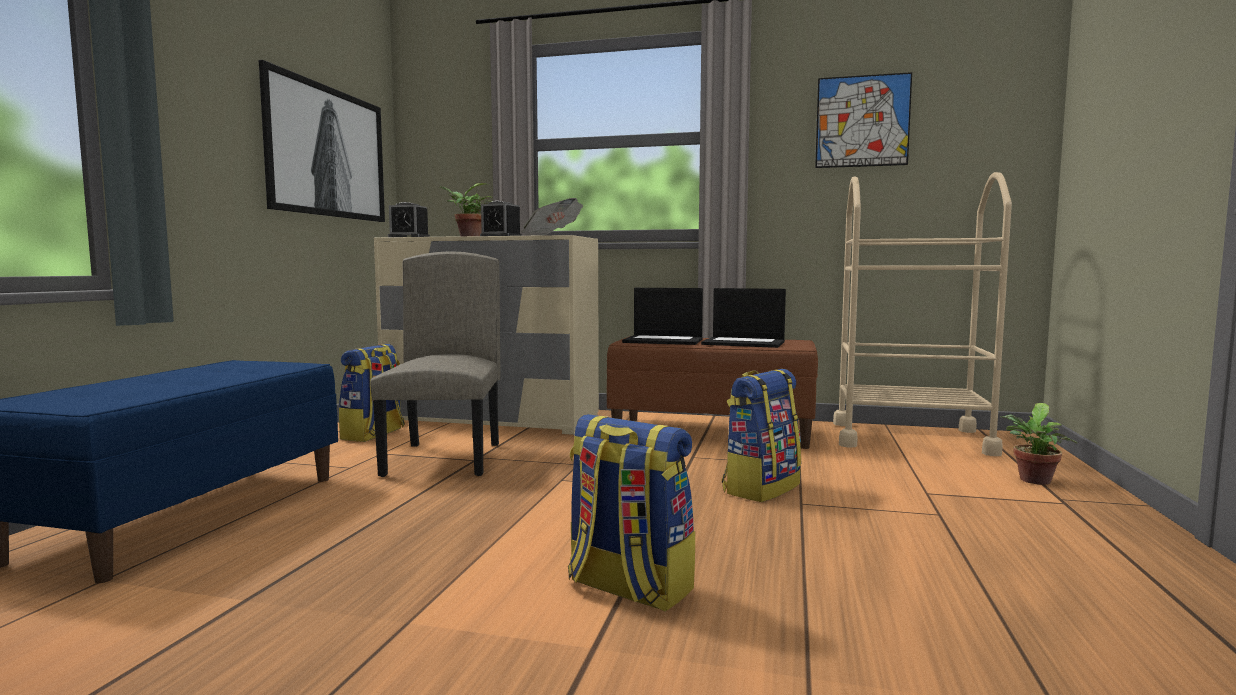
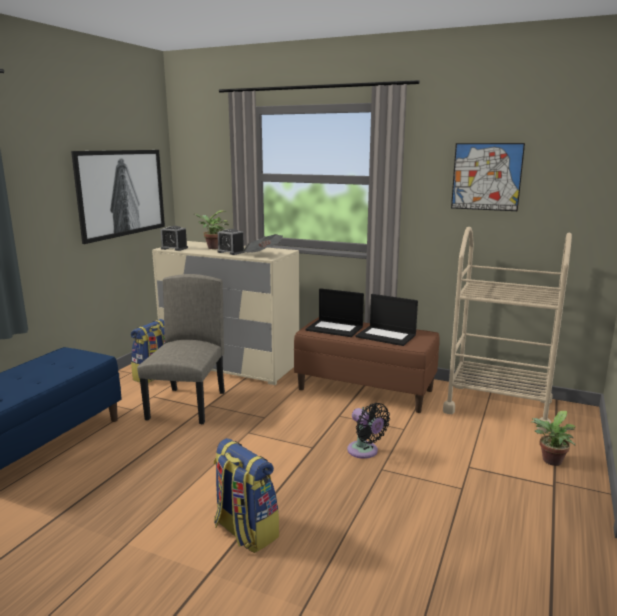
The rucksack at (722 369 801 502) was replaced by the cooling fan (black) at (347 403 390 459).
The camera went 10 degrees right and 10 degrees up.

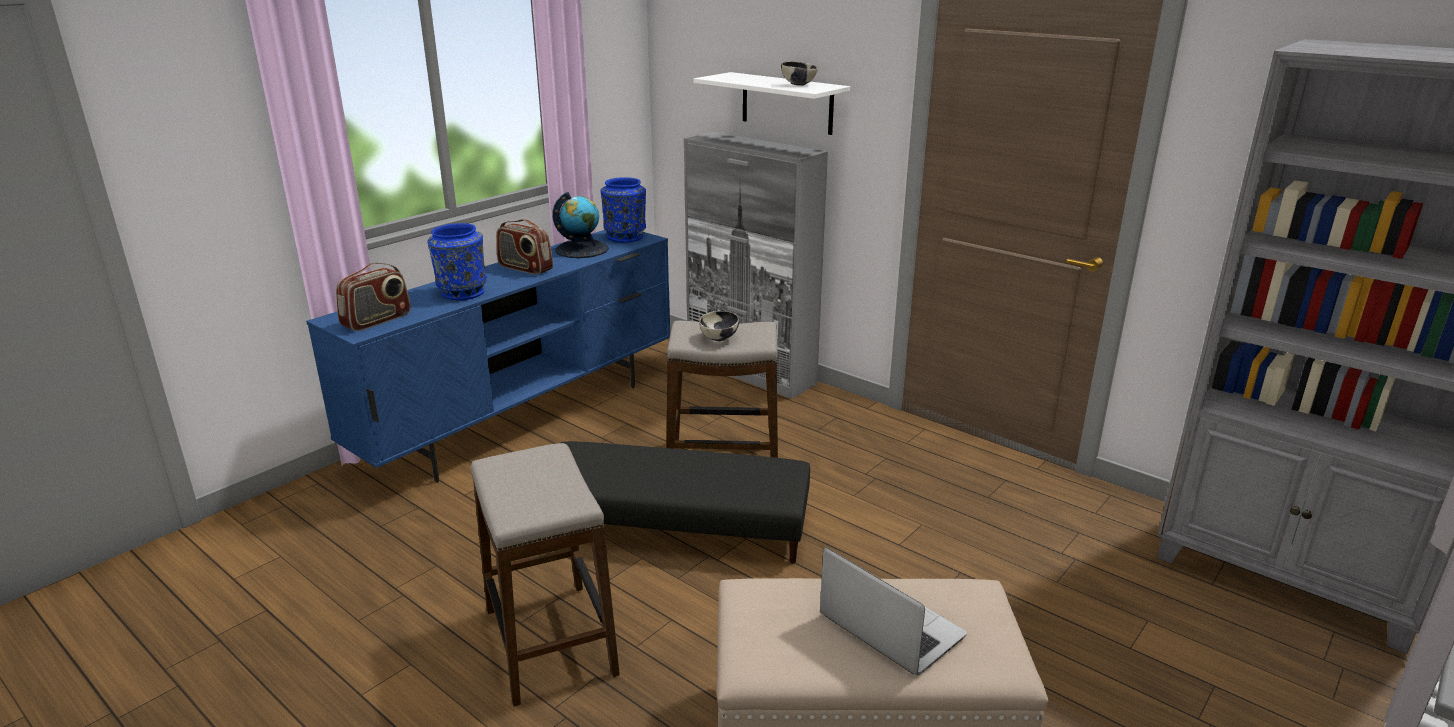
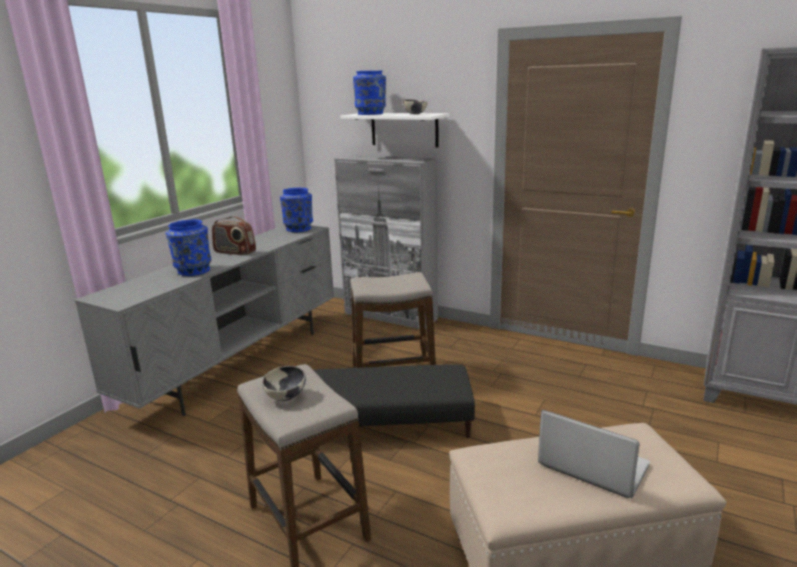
The tv unit (blue-coloured) at (306 230 670 483) became the tv unit (grey) at (74 225 334 416).
The radio set at (336 263 411 331) disappeared.
The world globe at (552 192 609 258) disappeared.
The serving bowl moved from (699 311 739 341) to (262 366 306 401).
The decorative vase (blue-coloured) at (353 70 386 115) appeared.
The camera went 10 degrees left and 5 degrees down.

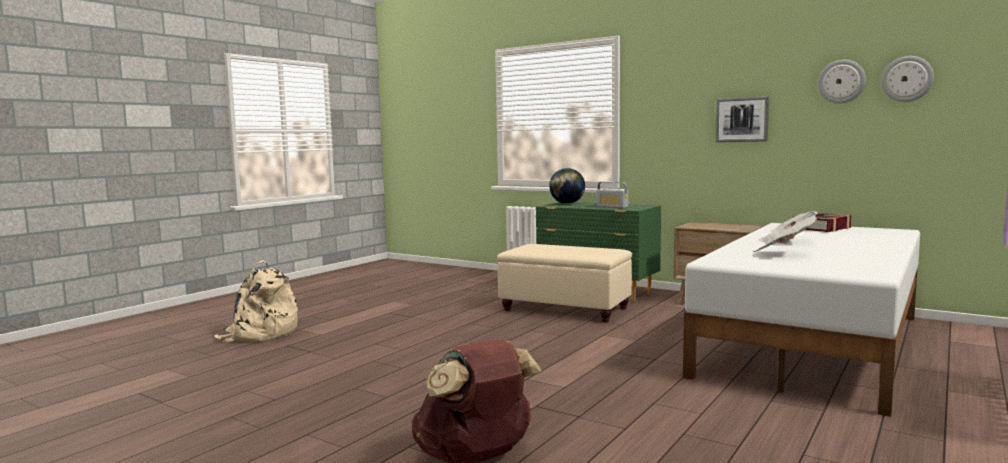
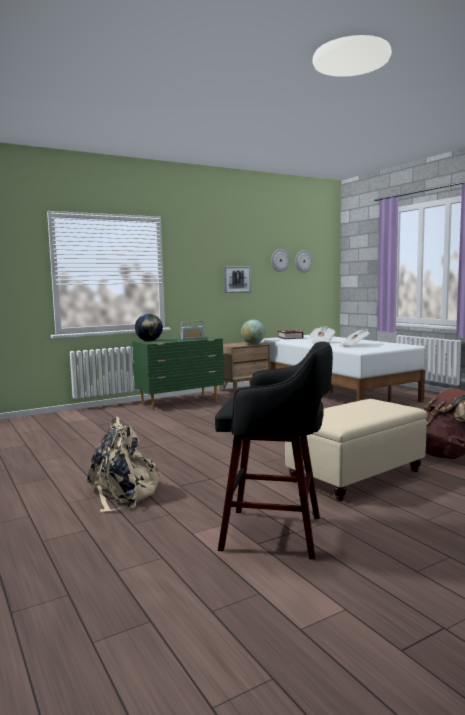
The ottoman (beige) moved from (497 244 632 323) to (285 399 428 501).
The stool (black) at (215 342 333 560) appeared.
The world globe at (241 320 265 344) appeared.
The camera went 65 degrees left and 0 degrees up.

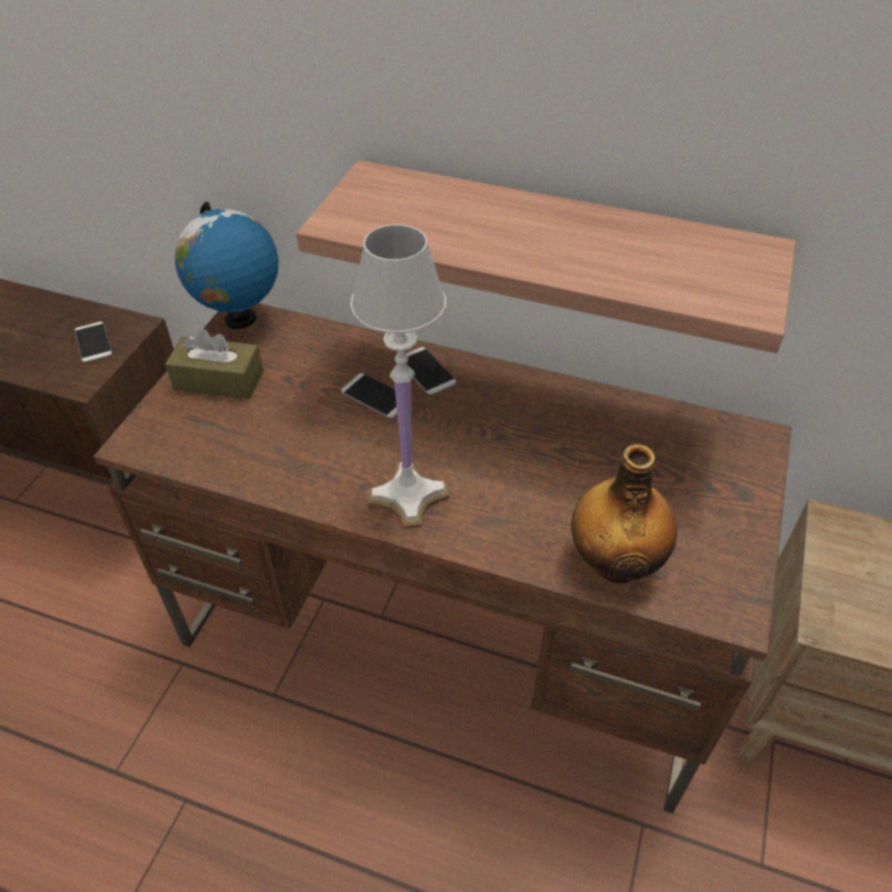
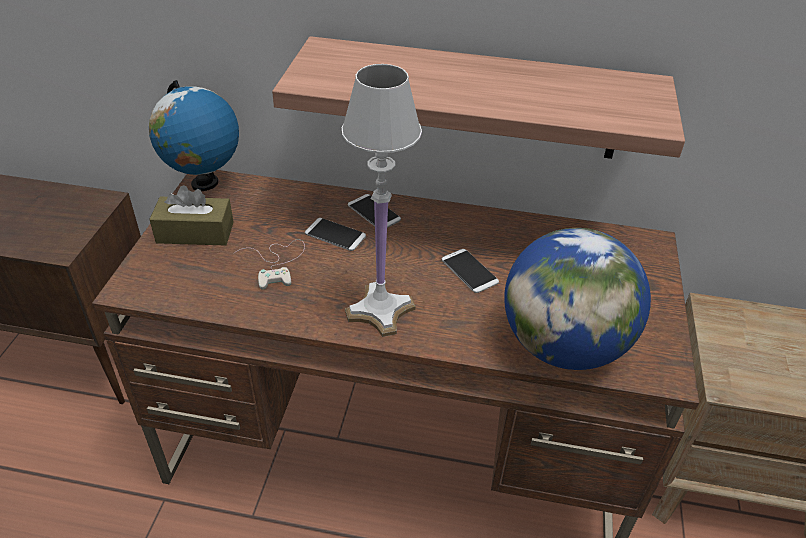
The telephone moved from (74 322 112 362) to (442 249 499 293).
The bottle at (571 444 677 583) was replaced by the world globe at (504 228 651 370).
The joypad (whitish) at (233 239 305 290) appeared.
The camera went 10 degrees left and 5 degrees down.

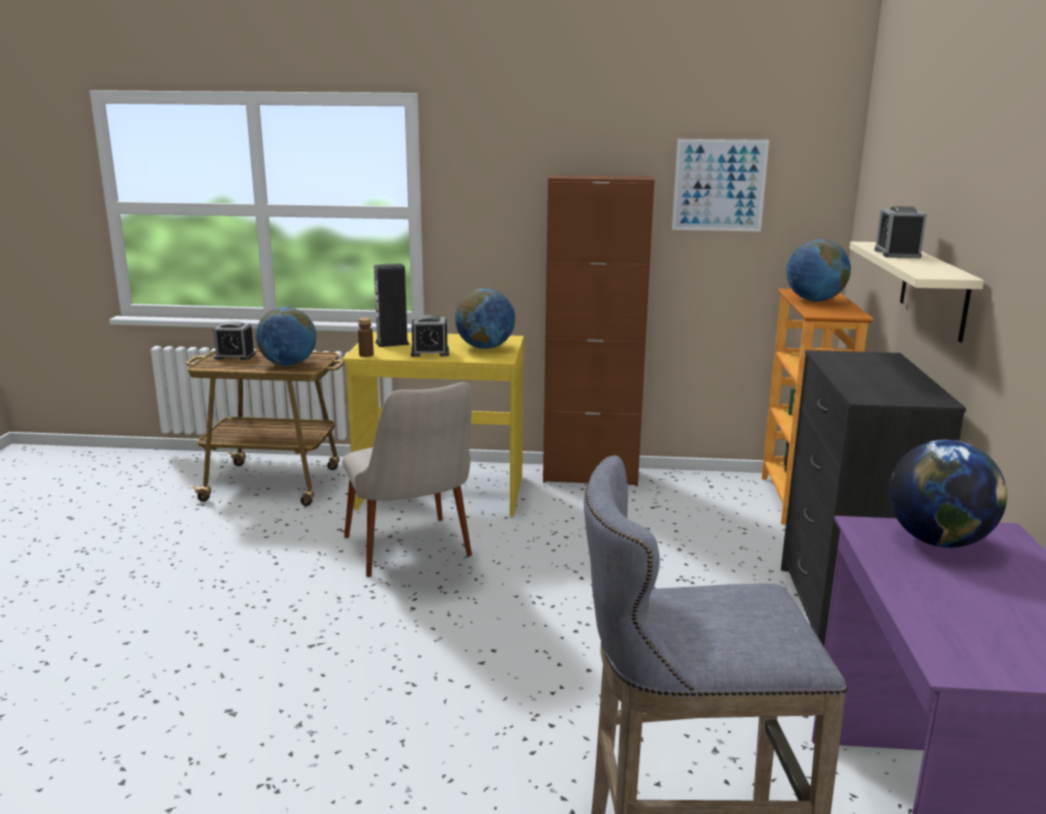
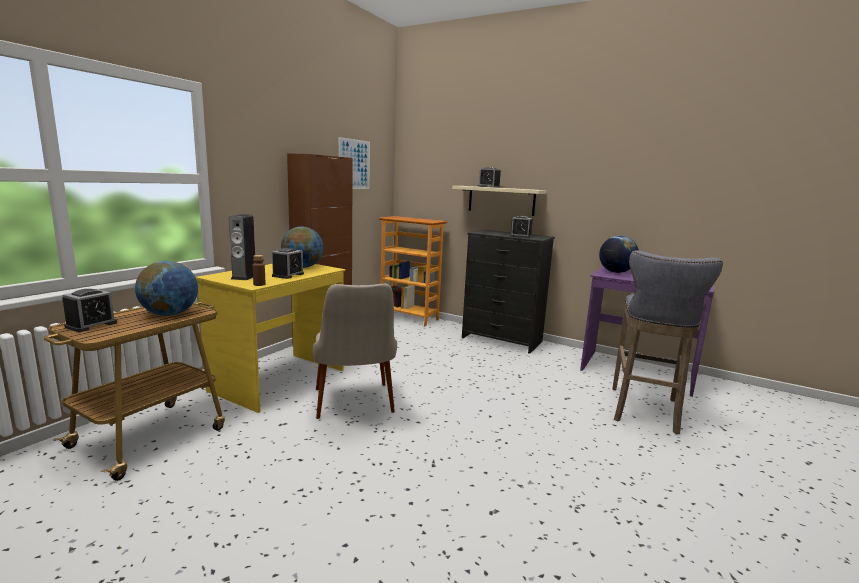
The upright chair (beige) at (342 382 472 577) turned 75 degrees clockwise.
The world globe at (786 239 851 302) disappeared.
The table clock at (509 216 533 238) appeared.
The camera went 65 degrees left and 5 degrees down.

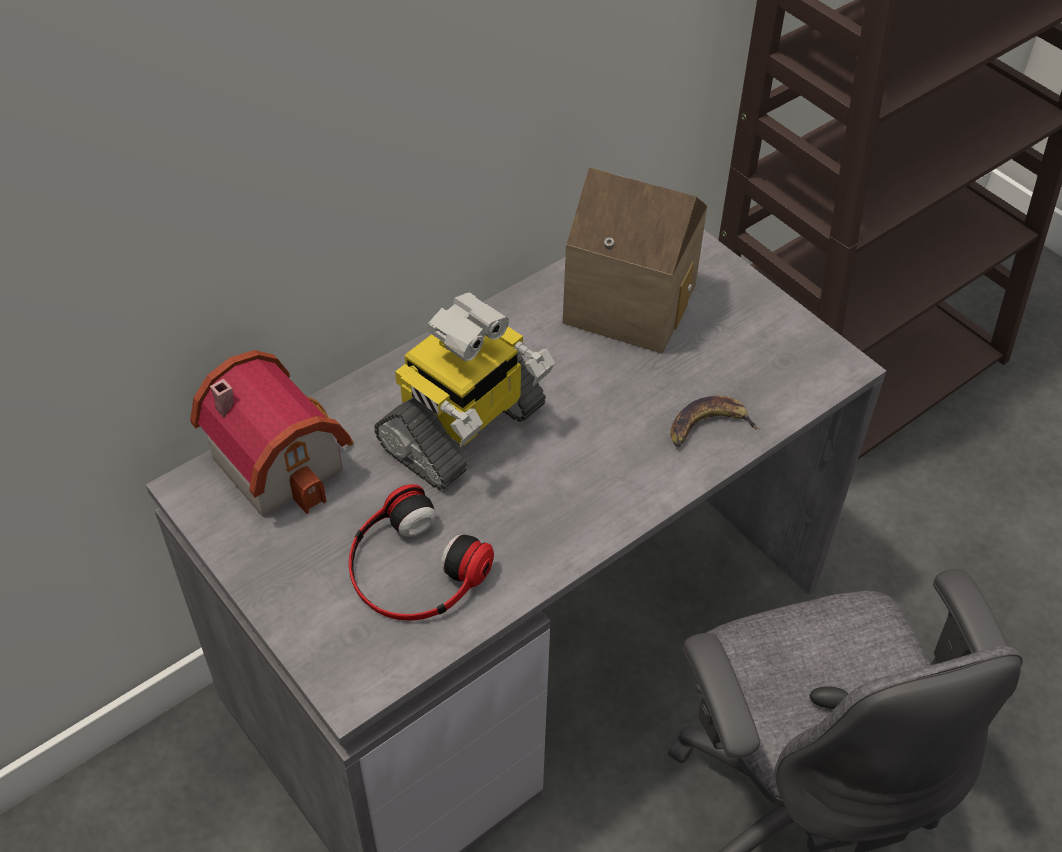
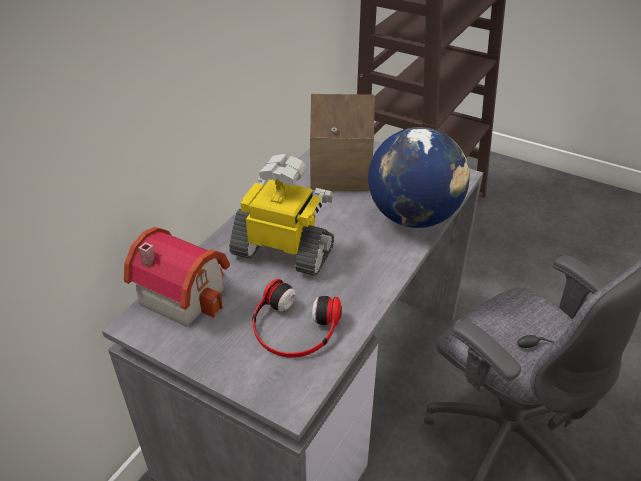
The model robot at (374 292 555 490) turned 90 degrees counterclockwise.
The banana at (670 396 760 447) was replaced by the world globe at (368 127 470 228).
The camera went 20 degrees left and 10 degrees down.

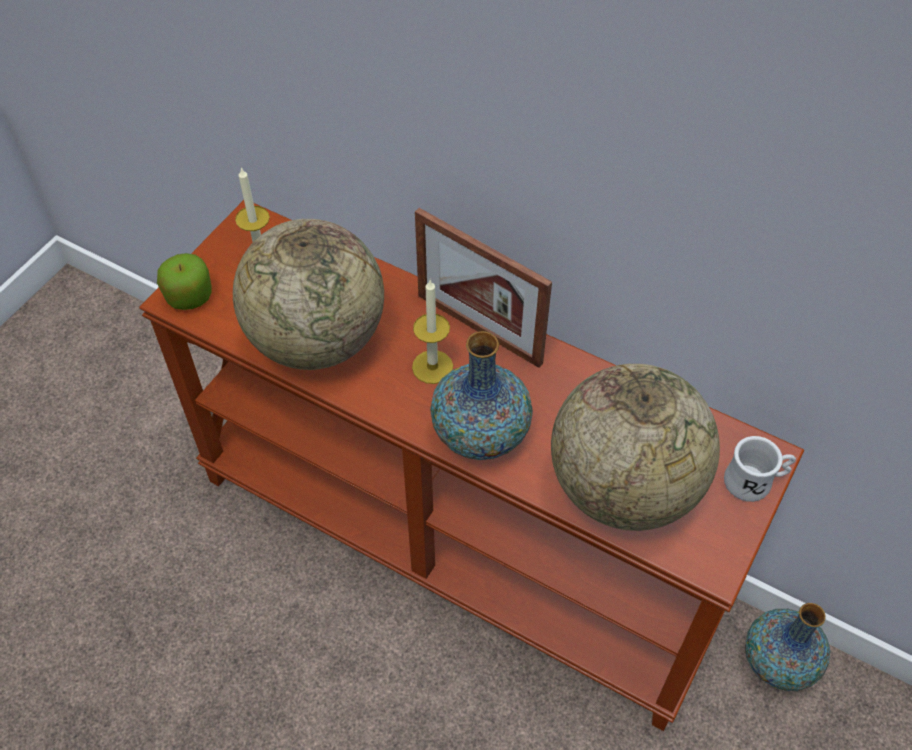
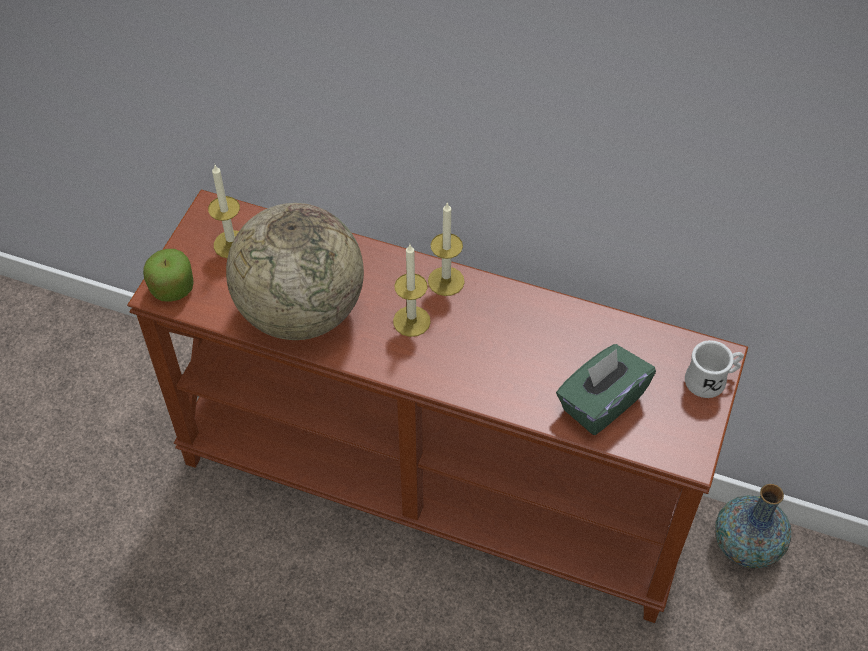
The picture frame at (415 208 552 368) was replaced by the wax candle at (428 202 465 296).
The decorative vase at (430 331 533 460) disappeared.
The world globe at (551 364 720 531) was replaced by the tissue holder (green-coloured) at (556 344 656 435).
The camera went 10 degrees left and 0 degrees up.

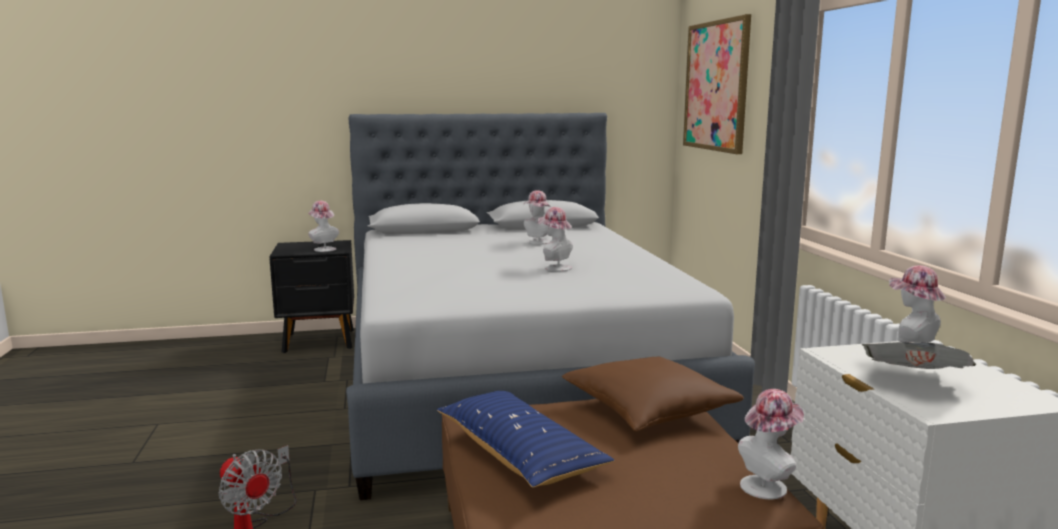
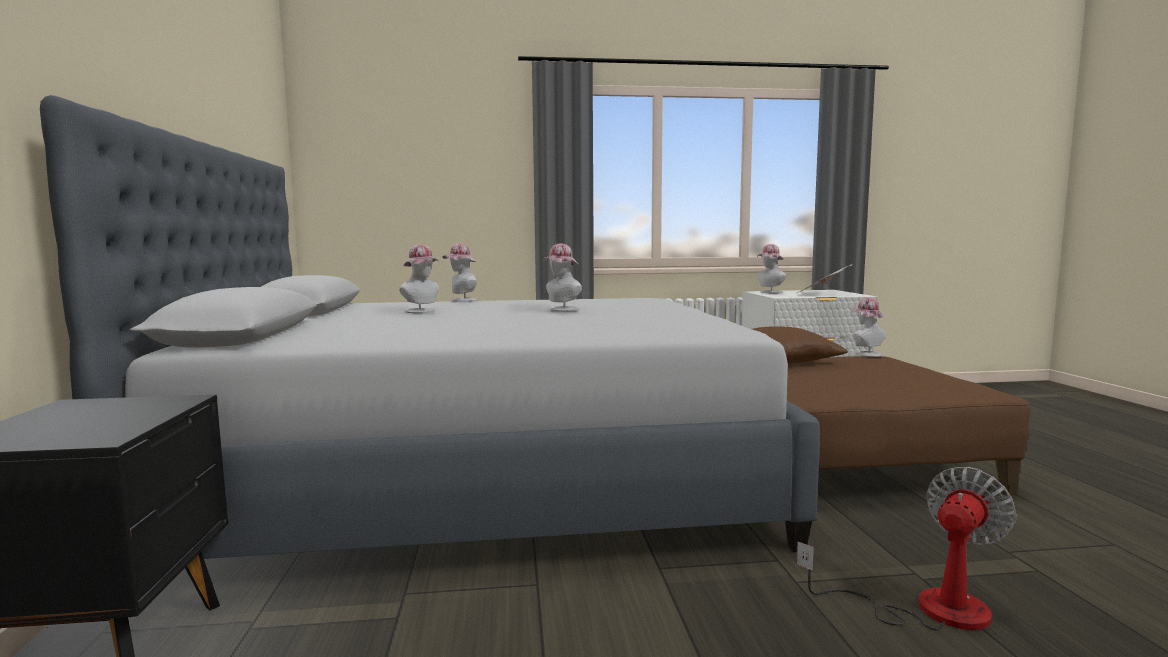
The wearable hat moved from (308 201 339 252) to (442 243 478 302).
The cushion (blue-coloured) at (437 391 614 488) disappeared.
The wall picture at (683 14 751 154) disappeared.
The camera went 85 degrees left and 5 degrees down.

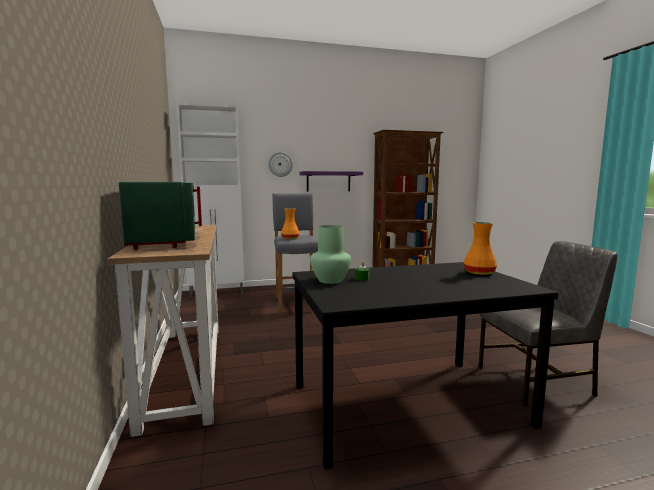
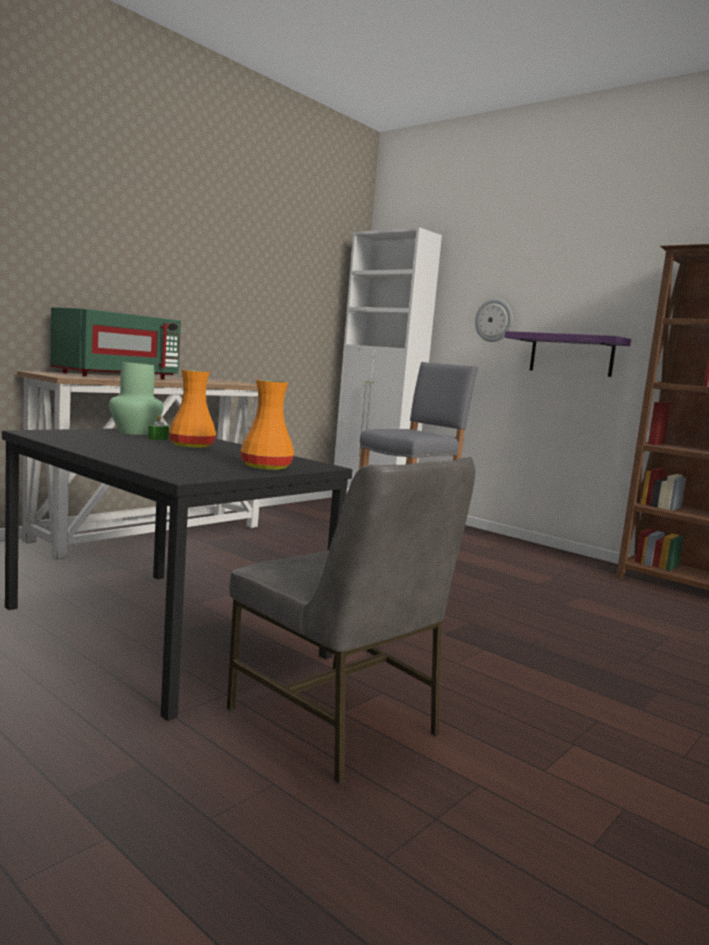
The decorative vase (orange) moved from (281 208 300 239) to (169 370 216 448).
The camera went 55 degrees right and 0 degrees up.

